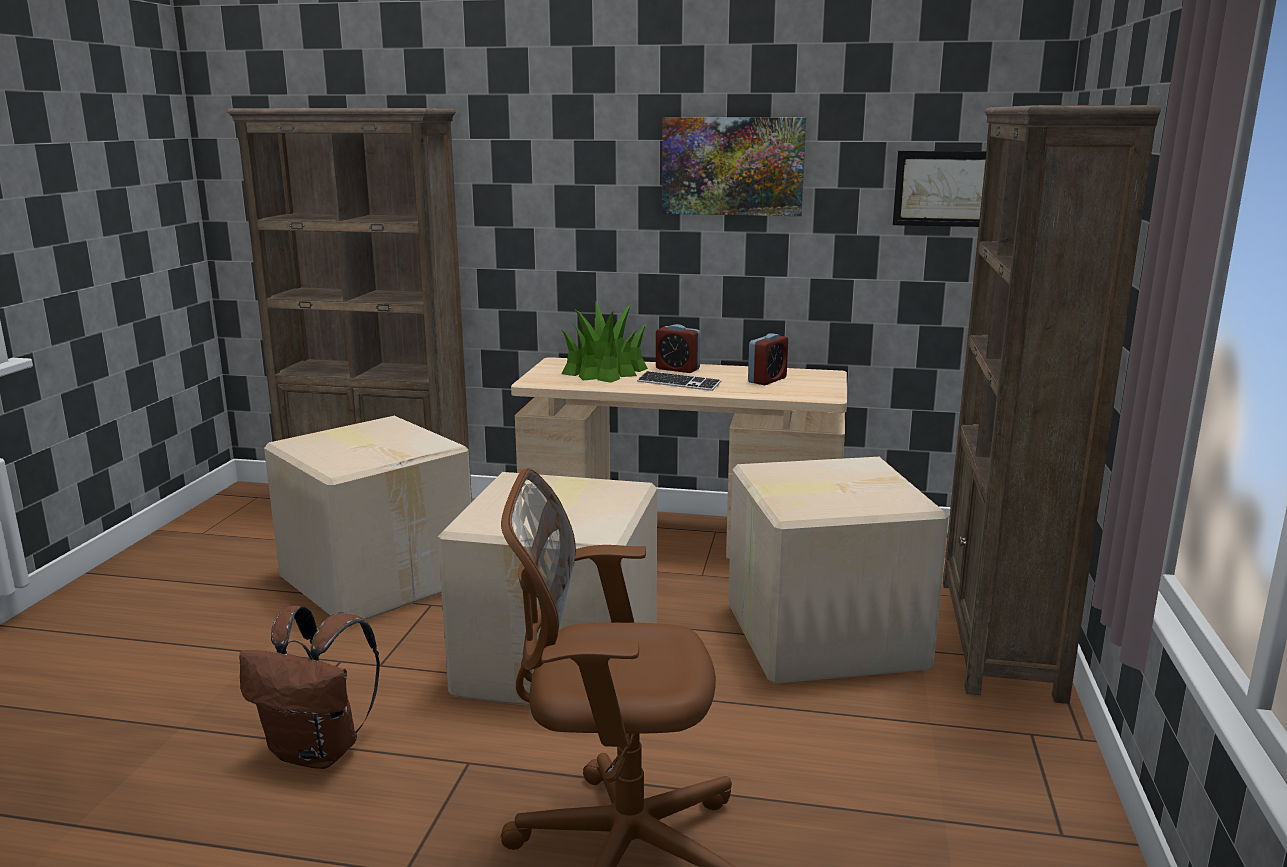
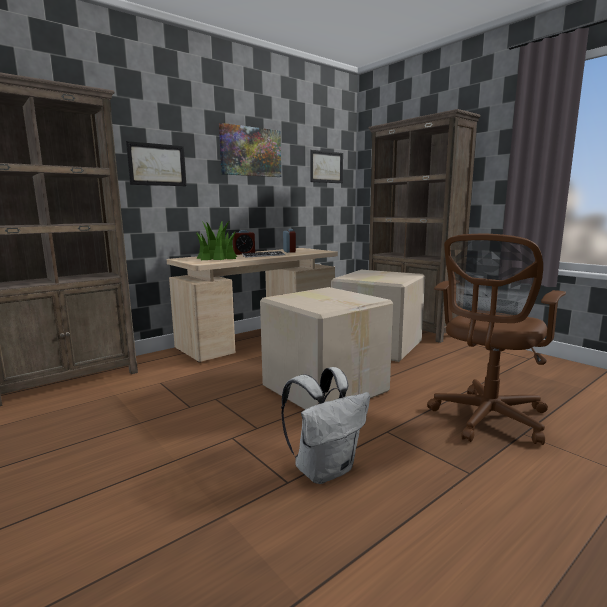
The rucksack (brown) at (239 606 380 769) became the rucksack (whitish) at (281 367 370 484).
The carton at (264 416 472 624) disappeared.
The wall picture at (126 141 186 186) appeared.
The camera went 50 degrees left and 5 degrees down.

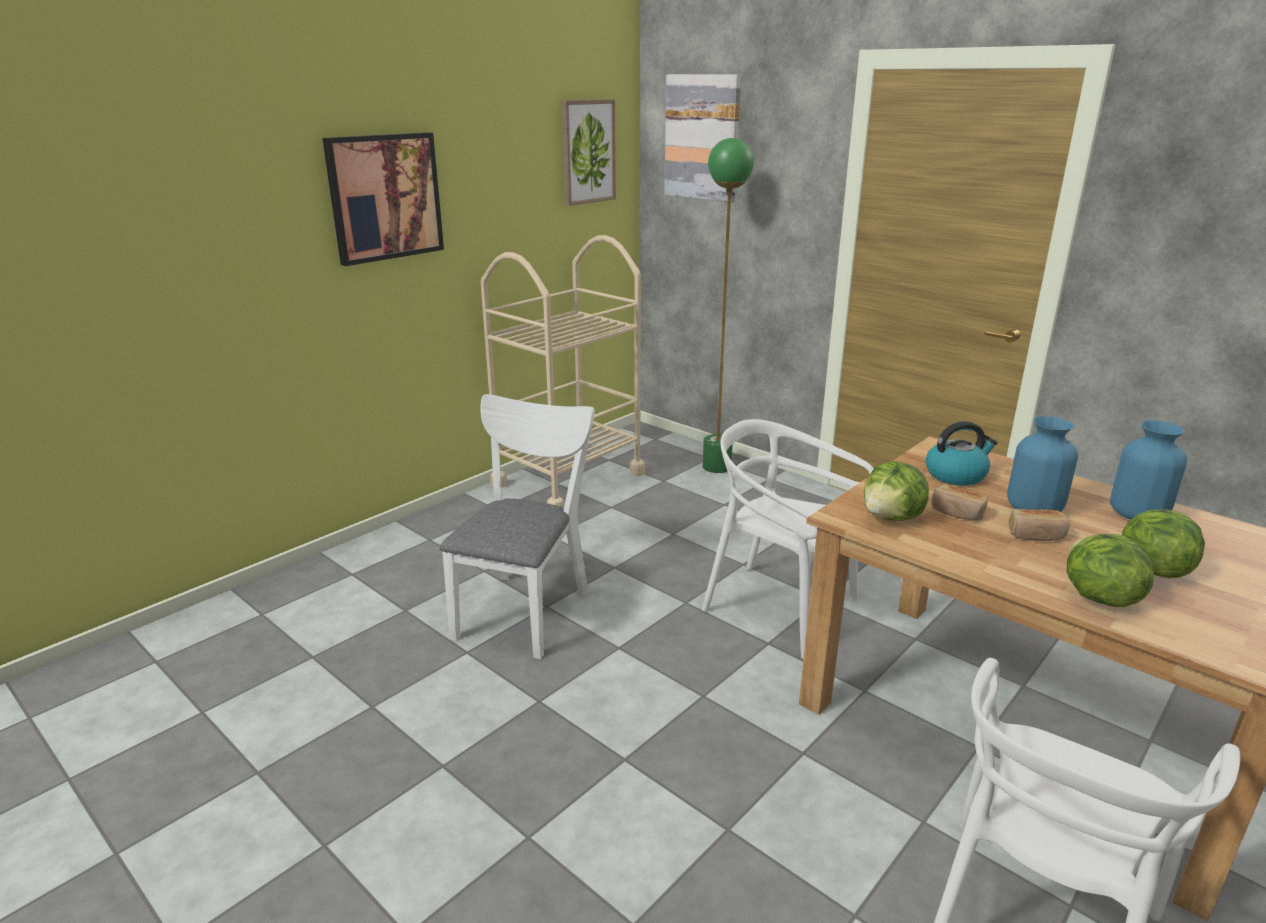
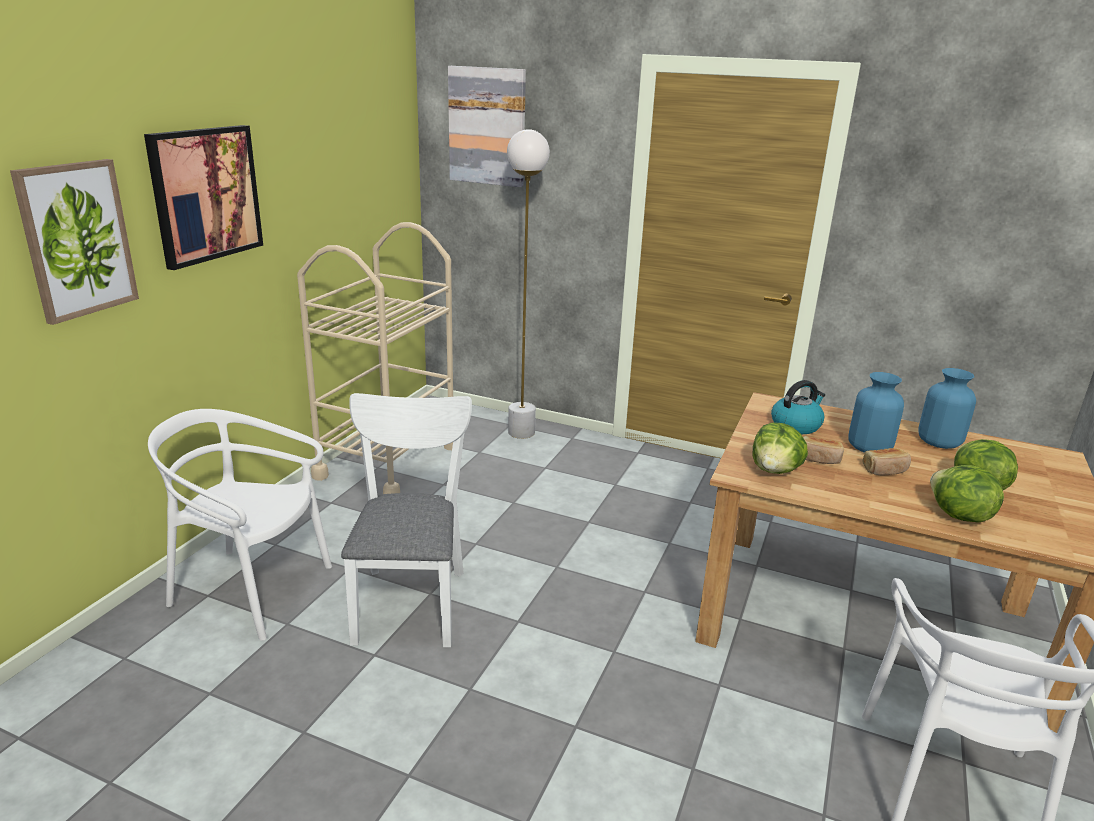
The wall picture moved from (562 99 616 206) to (10 159 139 325).
The upright chair (whitish) moved from (702 419 874 659) to (148 409 332 641).
The floor lamp (green-coloured) at (703 138 754 473) became the floor lamp (whitish) at (507 129 550 439).
The camera went 20 degrees left and 0 degrees up.

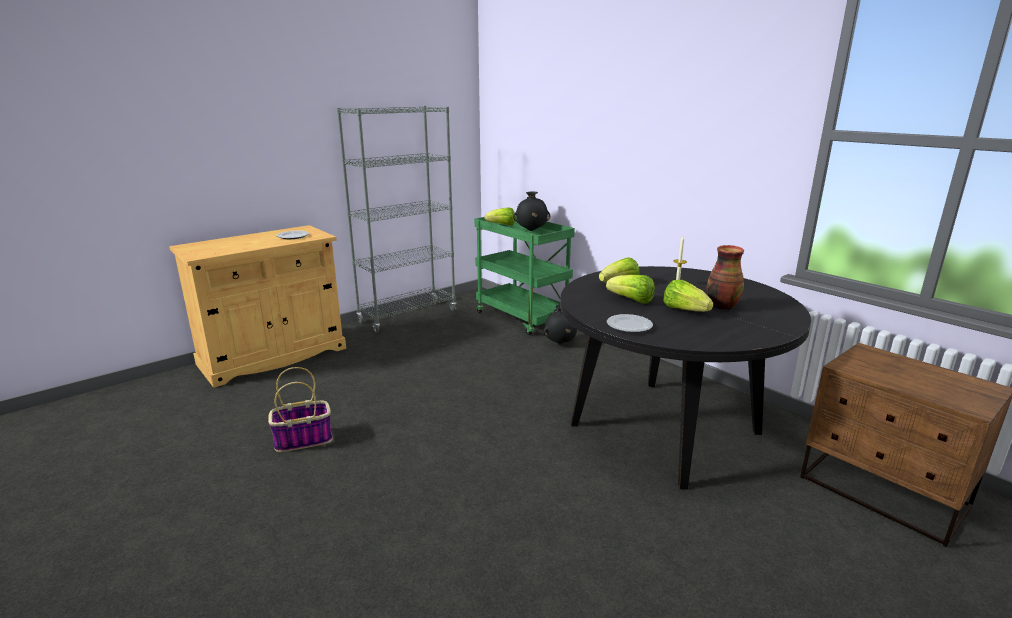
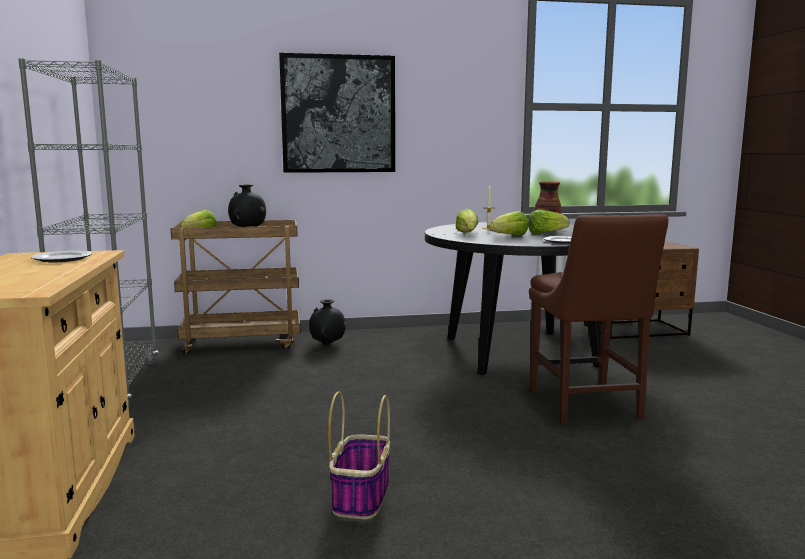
The cart (green-coloured) at (475 215 575 335) became the cart (brown) at (171 220 301 356).
The wall picture at (279 53 395 173) appeared.
The upright chair (brown) at (529 214 668 425) appeared.
The camera went 60 degrees left and 10 degrees down.

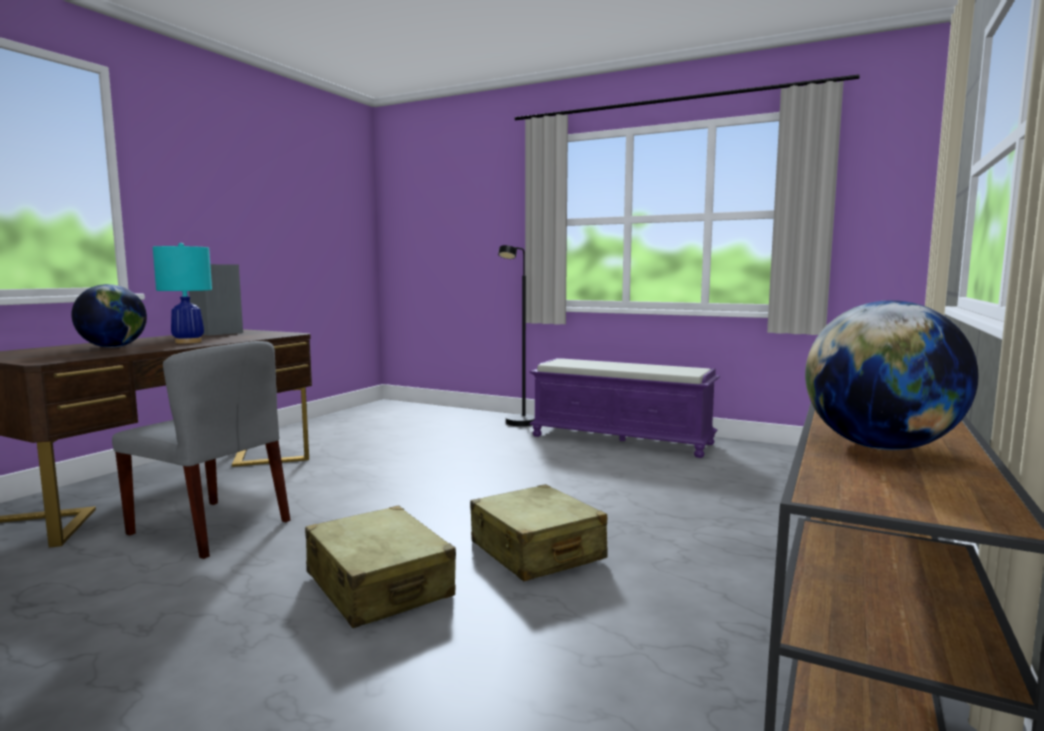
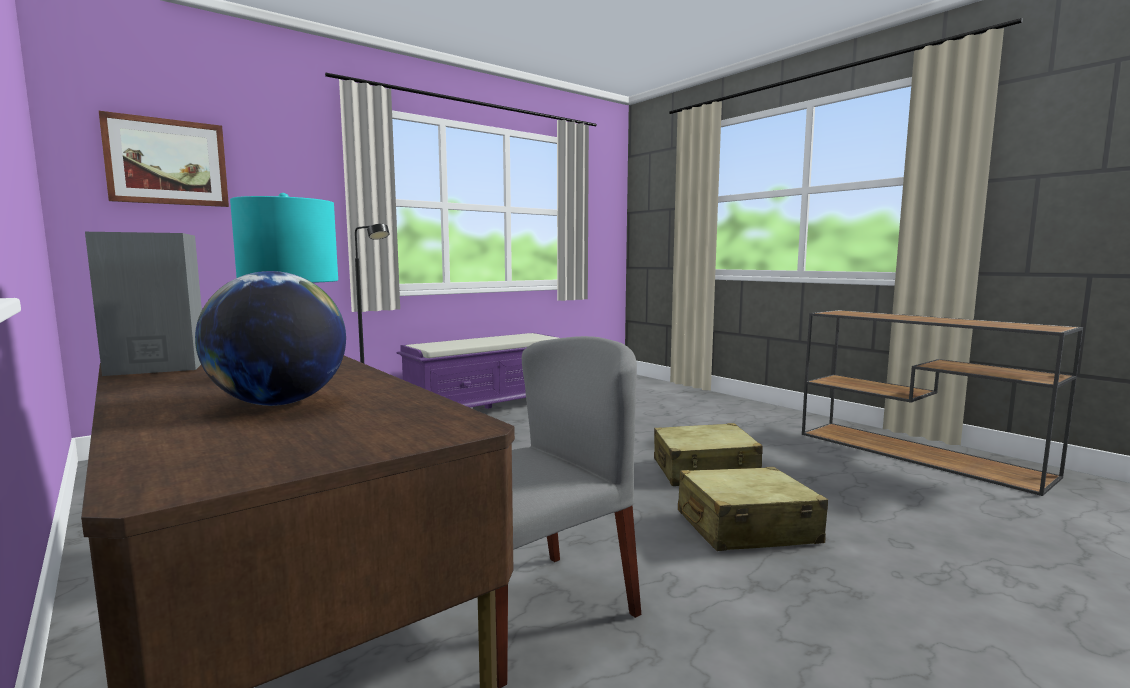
The world globe at (805 300 978 450) disappeared.
The wall picture at (99 111 229 207) appeared.
The camera went 65 degrees left and 0 degrees up.

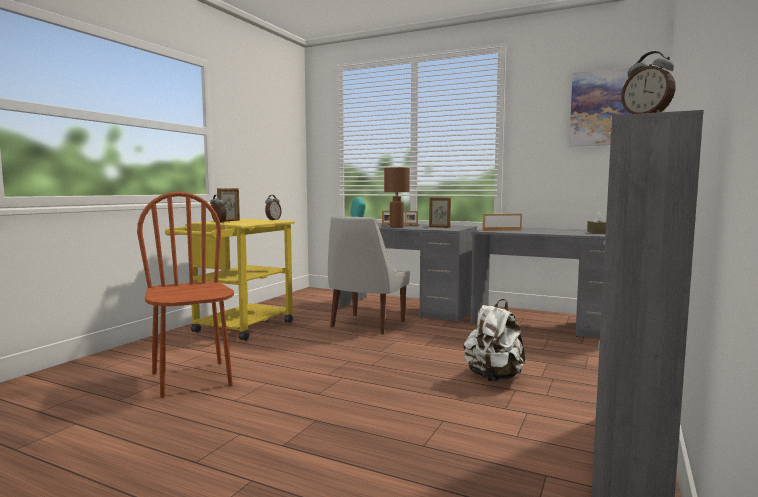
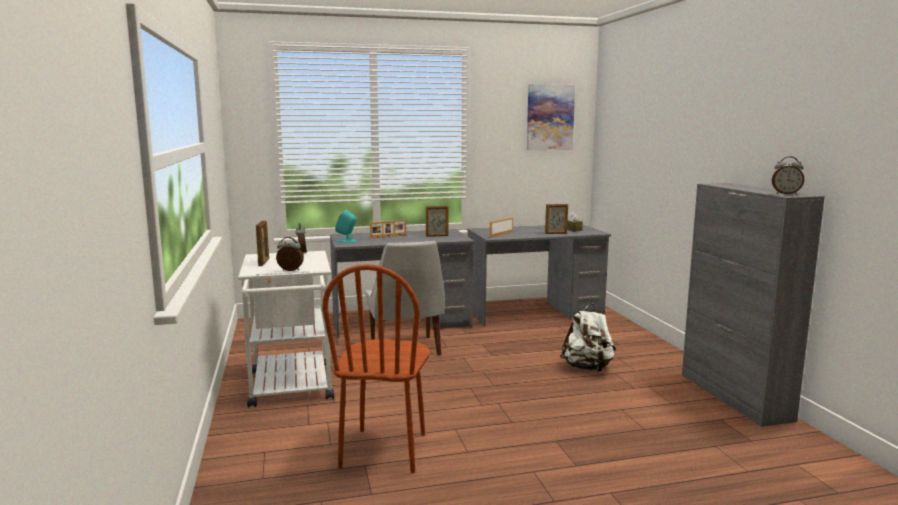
The upright chair (brown) at (137 192 234 398) turned 105 degrees counterclockwise.
The cart (yellow-coloured) at (165 219 295 341) became the cart (whitish) at (238 251 334 408).
The table lamp (brown) at (384 168 410 228) disappeared.
The picture frame at (545 204 568 234) appeared.
The camera went 40 degrees left and 5 degrees up.

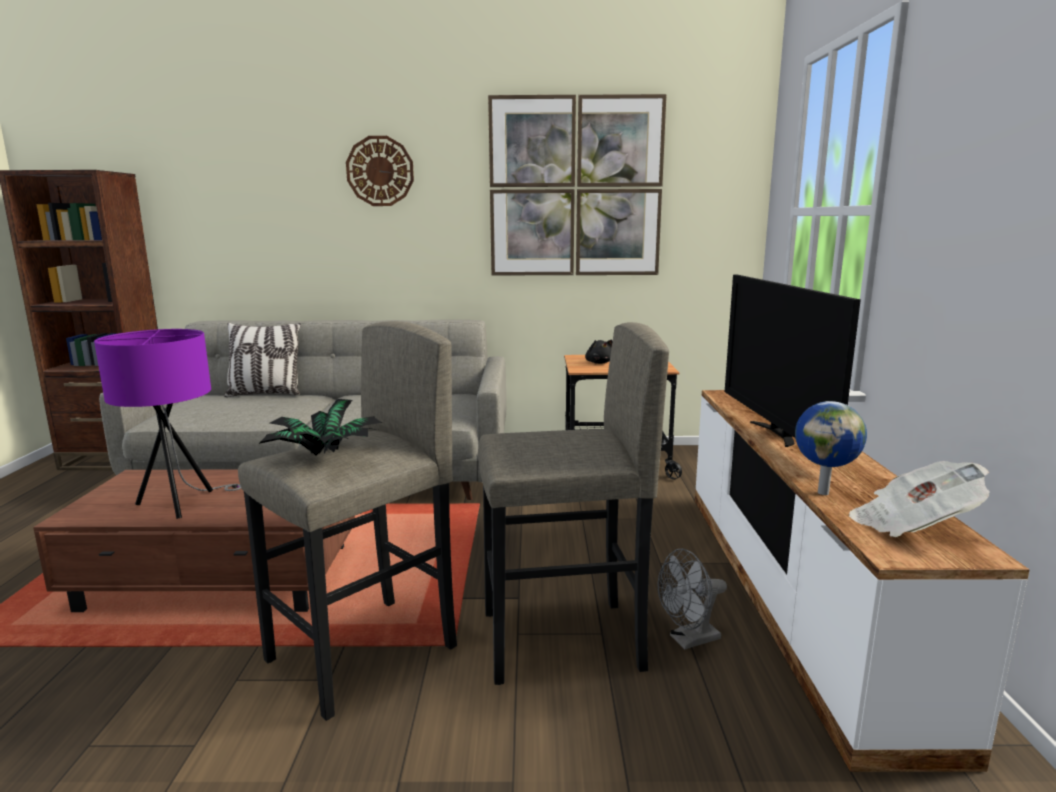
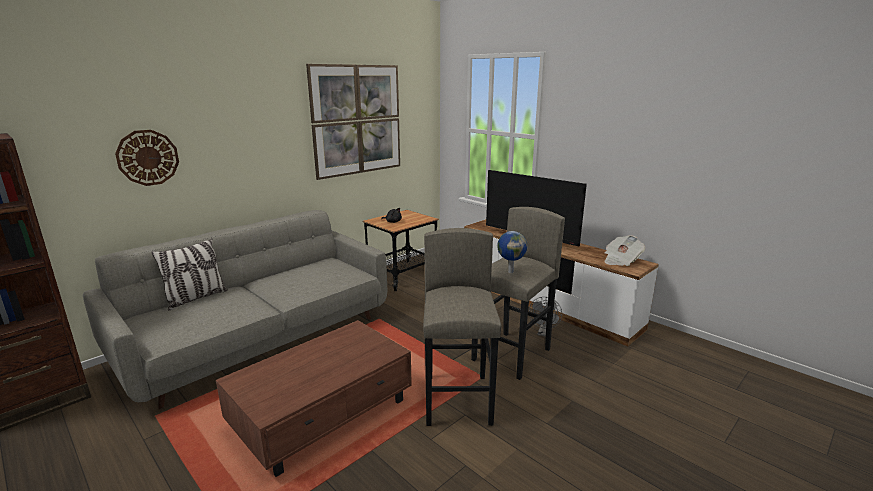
The table lamp (purple-coloured) at (94 329 241 519) disappeared.
The potted plant at (259 399 382 455) disappeared.
The clock on the wall moved from (346 136 414 206) to (115 130 179 186).
The world globe moved from (795 401 867 495) to (497 231 527 273).
The camera went 45 degrees left and 5 degrees up.

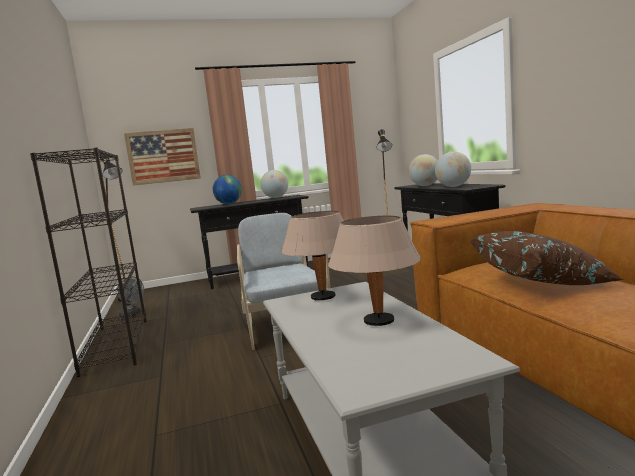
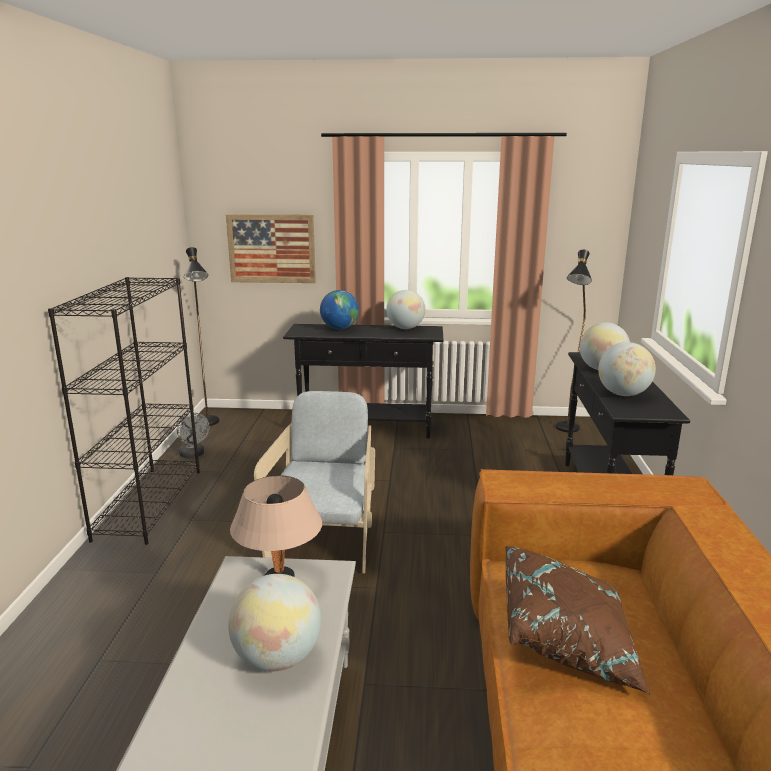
The table lamp (beige) at (328 216 421 326) was replaced by the world globe at (228 574 321 671).
The camera went 20 degrees right and 10 degrees up.

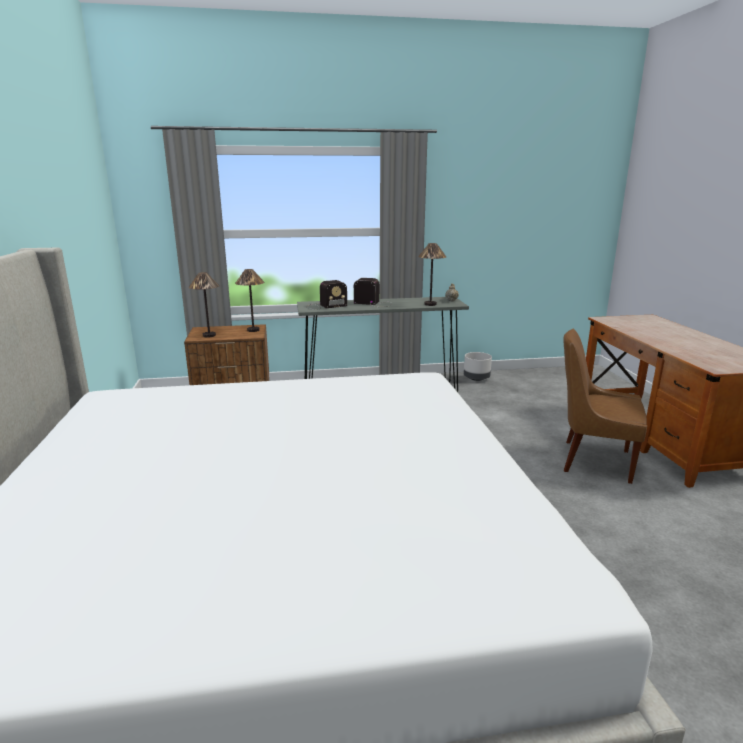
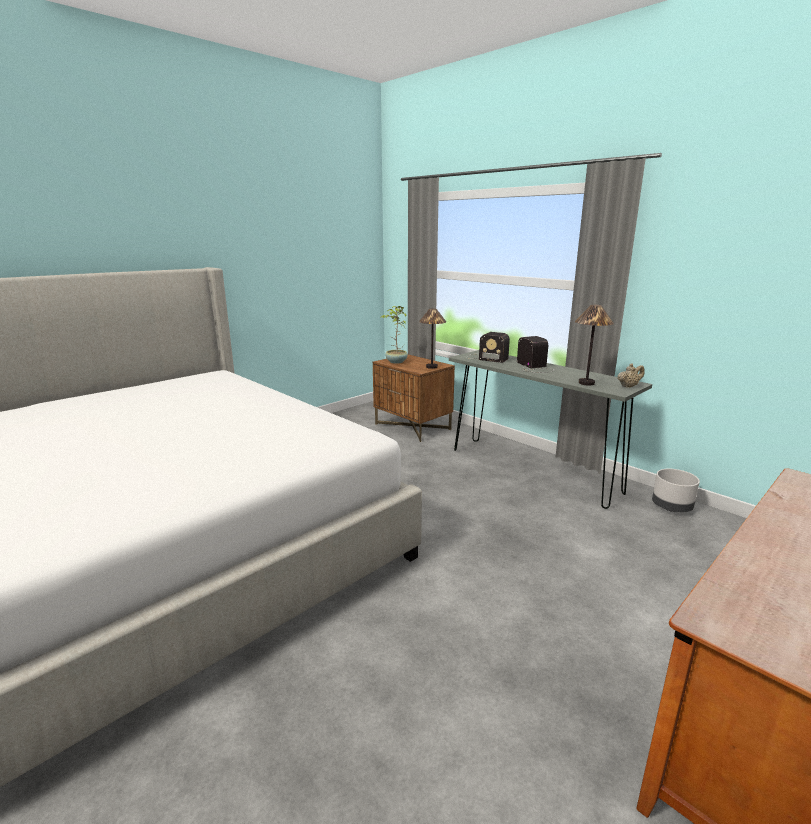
The table lamp at (189 272 219 338) was replaced by the potted plant at (380 306 408 364).
The upright chair (brown) at (563 329 647 484) disappeared.
The camera went 55 degrees right and 0 degrees up.

